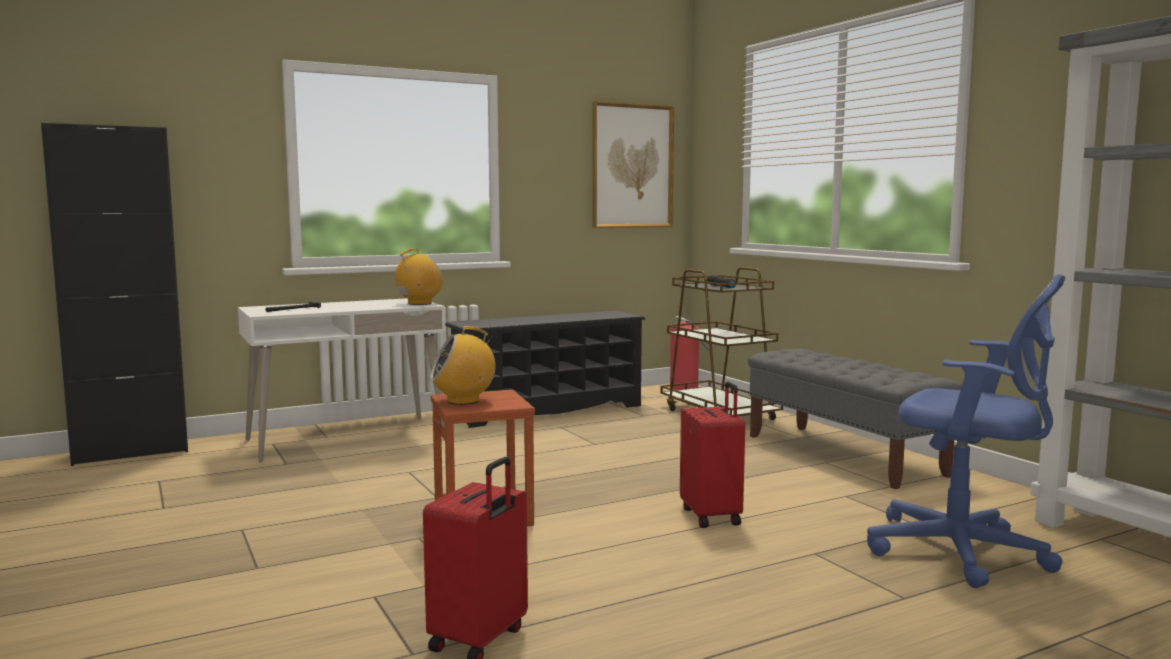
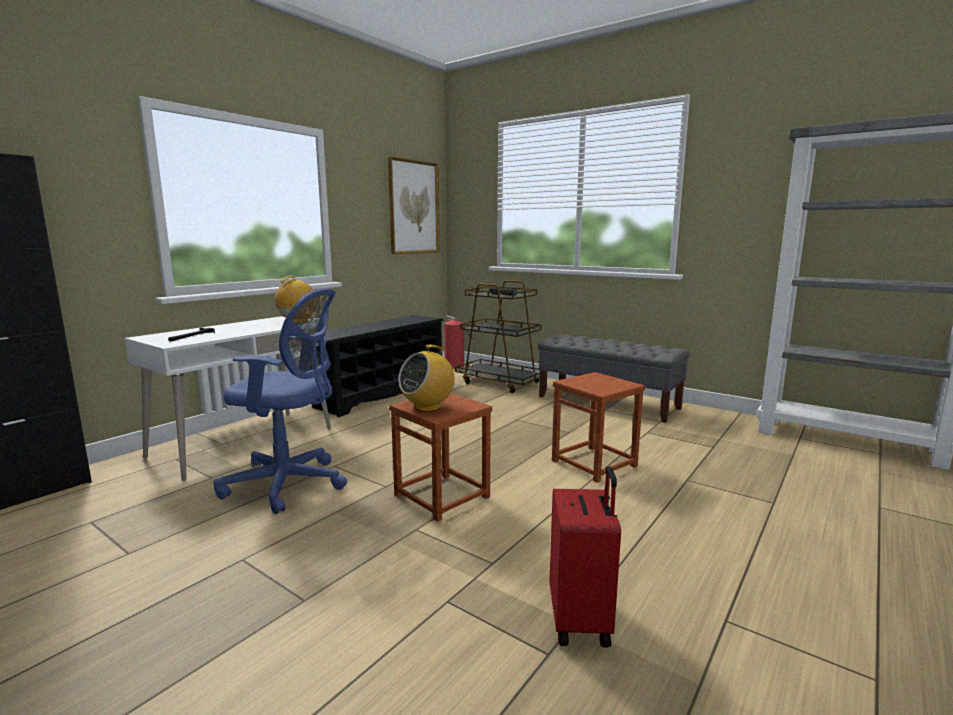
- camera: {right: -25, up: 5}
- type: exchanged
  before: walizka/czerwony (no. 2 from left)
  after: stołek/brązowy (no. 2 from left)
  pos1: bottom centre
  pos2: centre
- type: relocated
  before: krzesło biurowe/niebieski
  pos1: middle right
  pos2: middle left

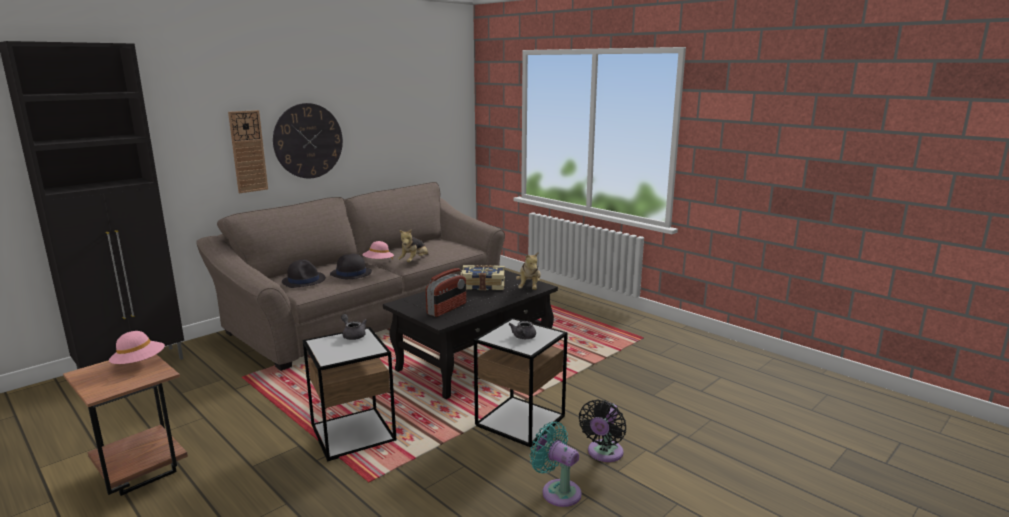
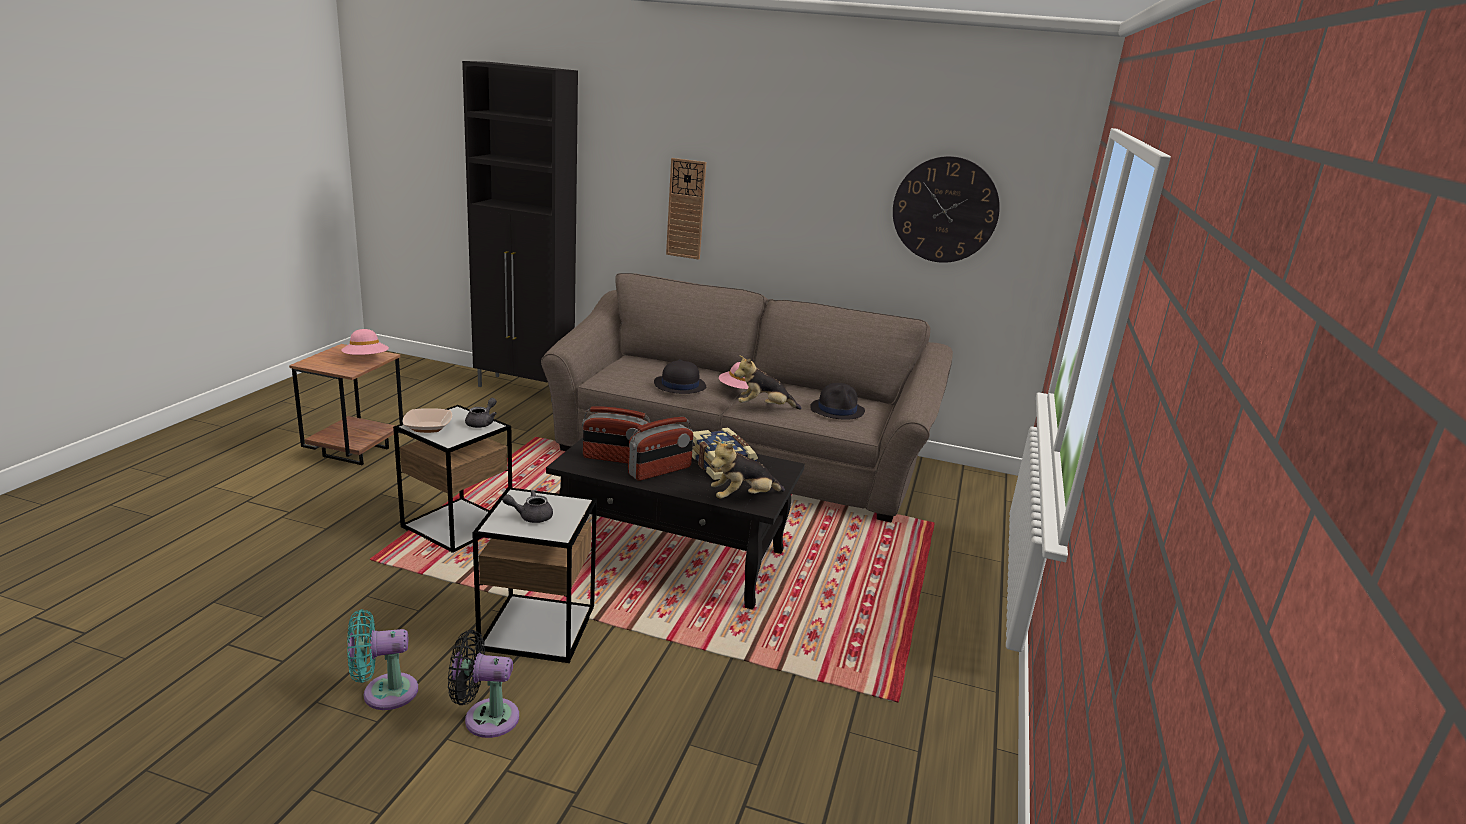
- camera: {right: 60, up: 5}
- type: relocated
  before: zegar ścienny (no. 2 from left)
  pos1: top left
  pos2: top centre
- type: relocated
  before: kapelusz/czarny (no. 1 from left in the first image)
  after: kapelusz/czarny (no. 2 from left)
  pos1: middle left
  pos2: centre
- type: spun
  before: wentylator/turkusowy
  pos1: bottom centre
  pos2: bottom left
  turn: -120
- type: appeared
  after: miska
  pos2: middle left
- type: appeared
  after: radio (no. 2 from left)
  pos2: centre

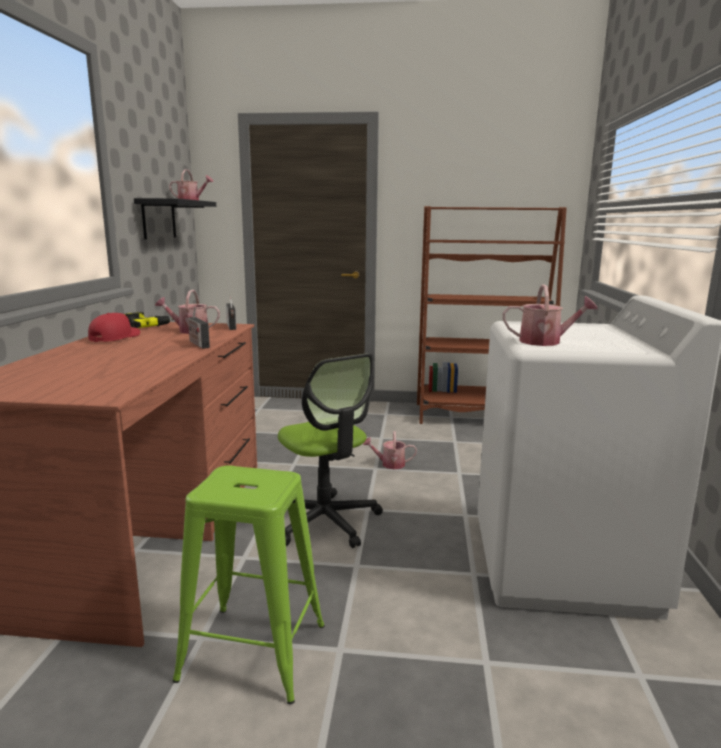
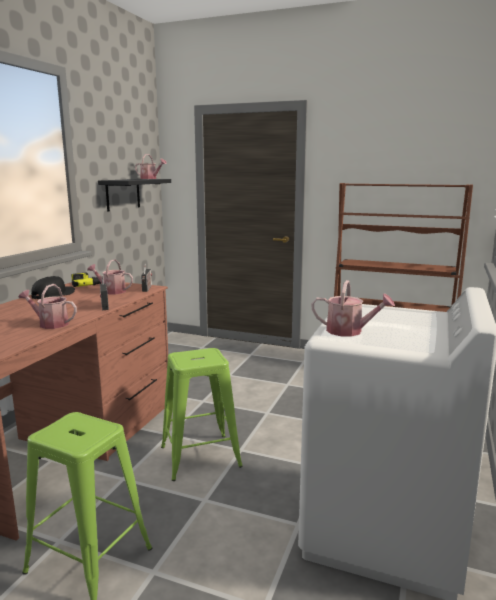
- camera: {right: 15, up: 0}
- type: colour
  before: czapka z daszkiem/czerwony
  after: czapka z daszkiem/czarny
  pos1: middle left
  pos2: middle left
- type: exchanged
  before: krzesło biurowe
  after: stołek/zielony (no. 2 from left)
  pos1: centre
  pos2: bottom centre
- type: relocated
  before: konewka (no. 3 from left in the first image)
  after: konewka (no. 1 from left)
  pos1: centre
  pos2: middle left

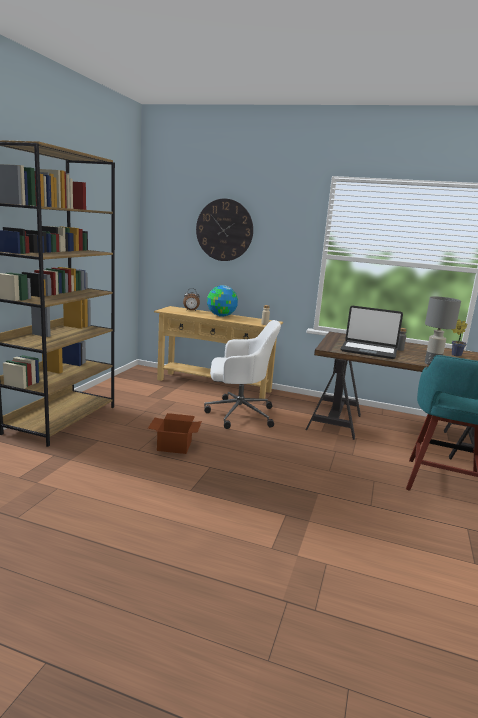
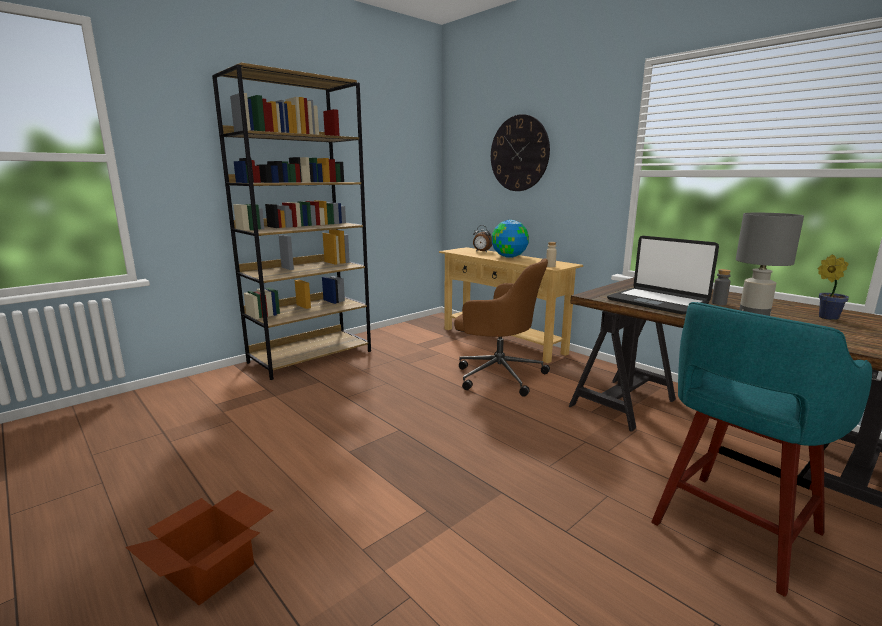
- camera: {right: 30, up: 0}
- type: relocated
  before: karton
  pos1: centre
  pos2: bottom left
- type: colour
  before: krzesło biurowe/biały
  after: krzesło biurowe/brązowy
  pos1: centre
  pos2: centre

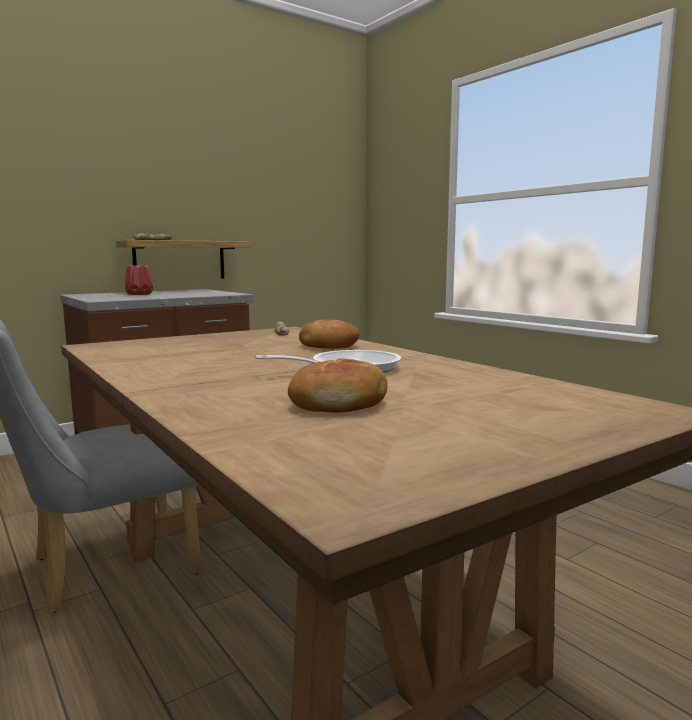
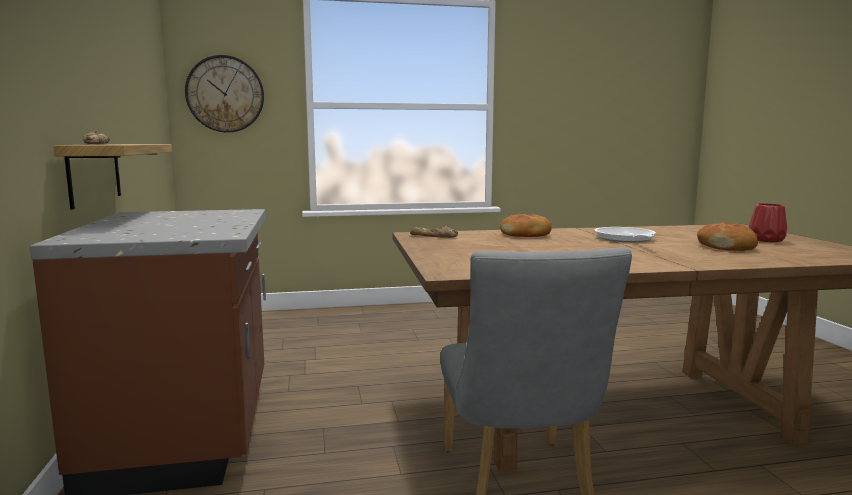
- camera: {right: -65, up: 0}
- type: relocated
  before: wazon/czerwony
  pos1: middle left
  pos2: middle right
- type: appeared
  after: zegar ścienny
  pos2: top left

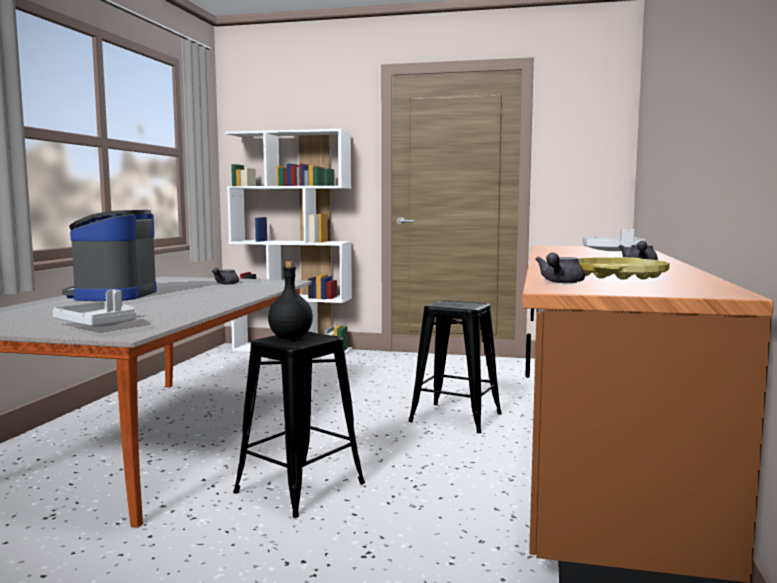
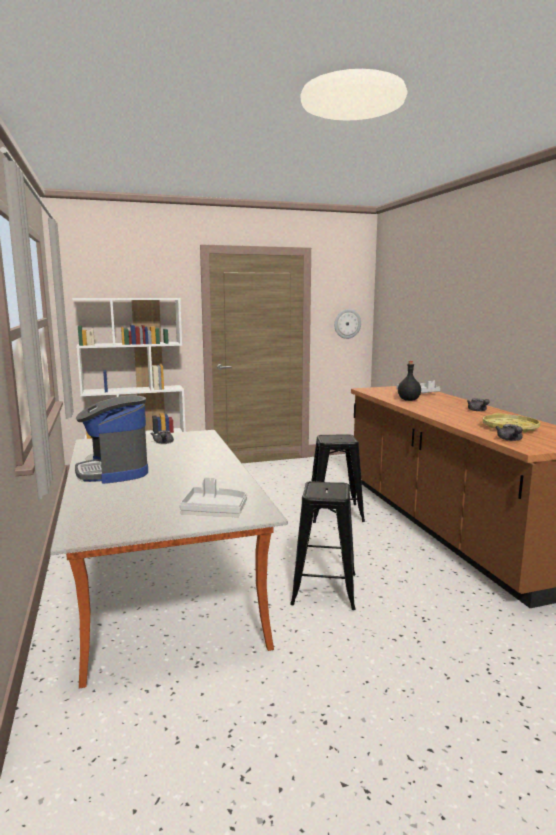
- camera: {right: -30, up: 5}
- type: relocated
  before: butelka/czarny
  pos1: centre
  pos2: middle right
- type: appeared
  after: zegar ścienny
  pos2: centre

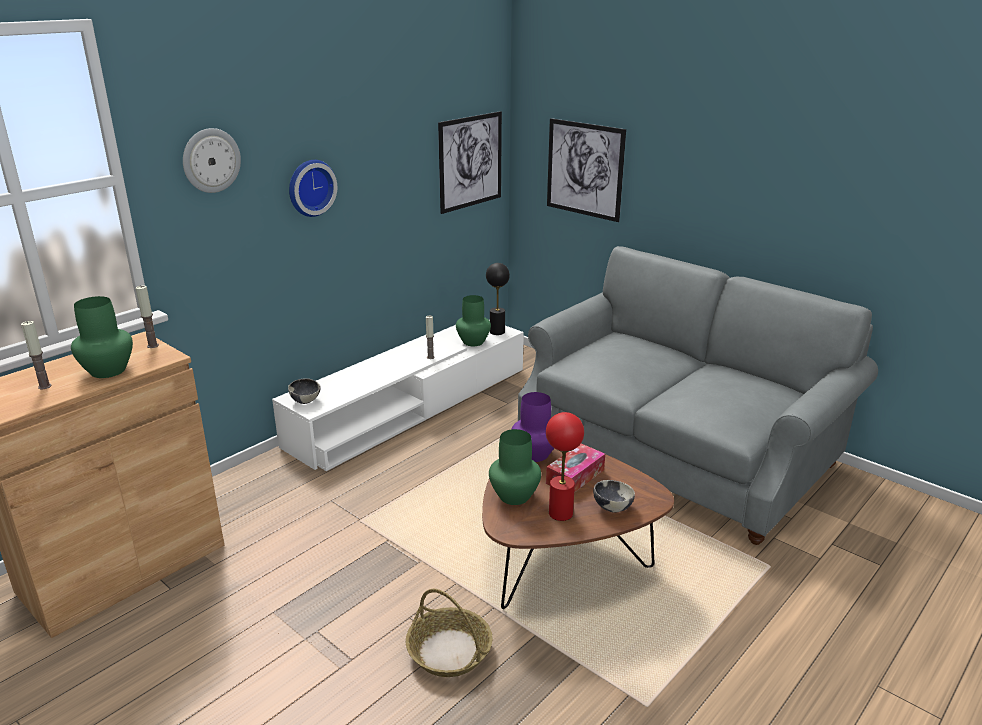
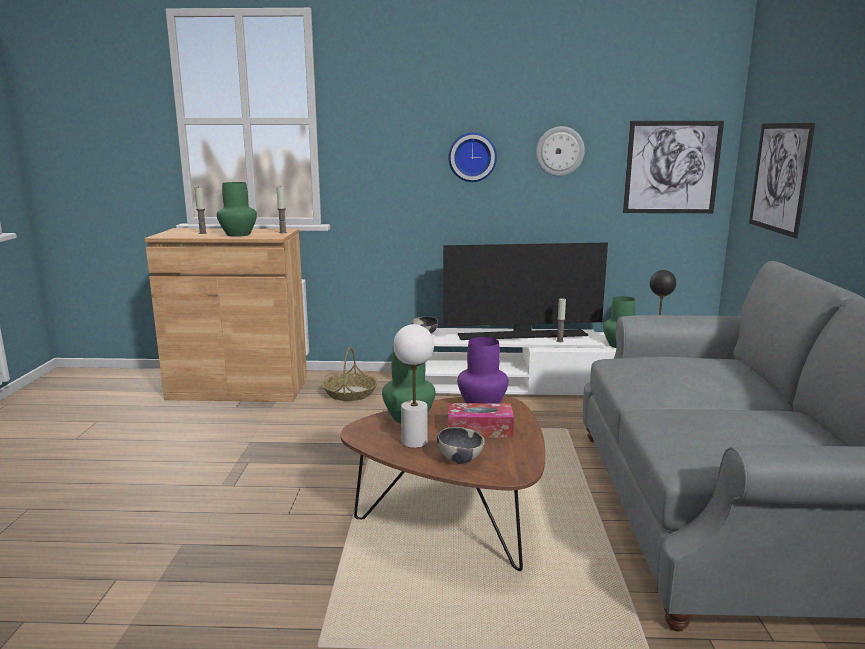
- camera: {right: 50, up: -10}
- type: relocated
  before: zegar ścienny (no. 1 from left in the first image)
  after: zegar ścienny (no. 2 from left)
  pos1: top left
  pos2: top centre
- type: relocated
  before: koszyk
  pos1: bottom centre
  pos2: centre
- type: colour
  before: lampa stołowa/czerwony
  after: lampa stołowa/biały
  pos1: centre
  pos2: centre
- type: appeared
  after: telewizor
  pos2: centre

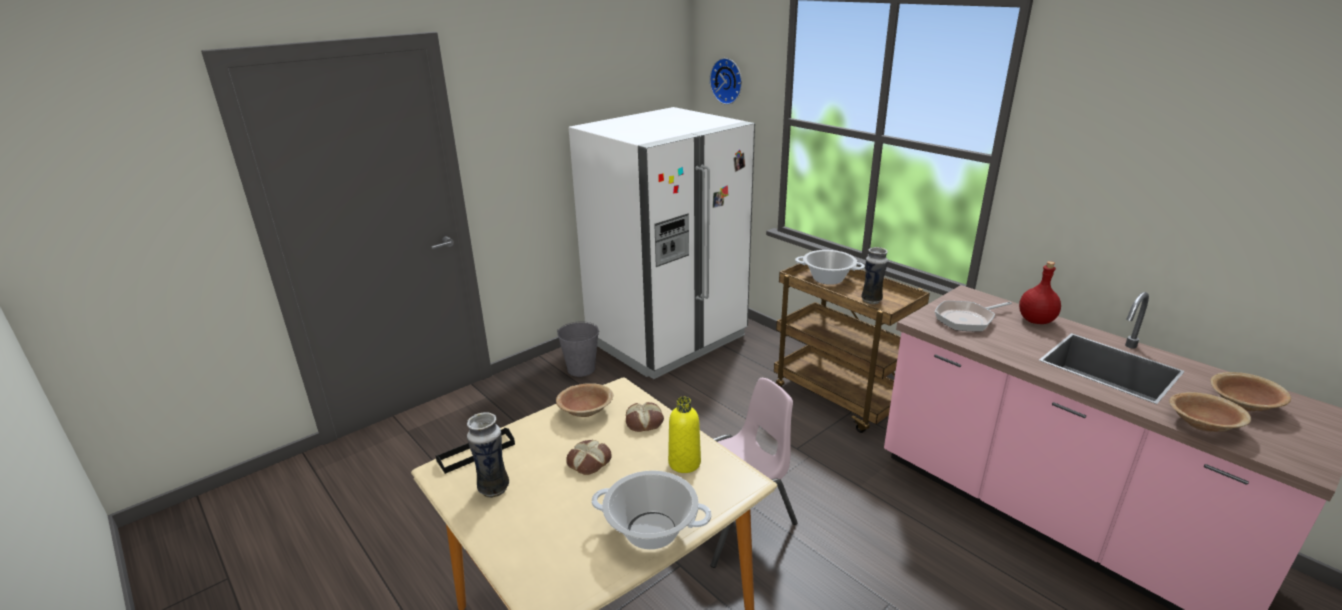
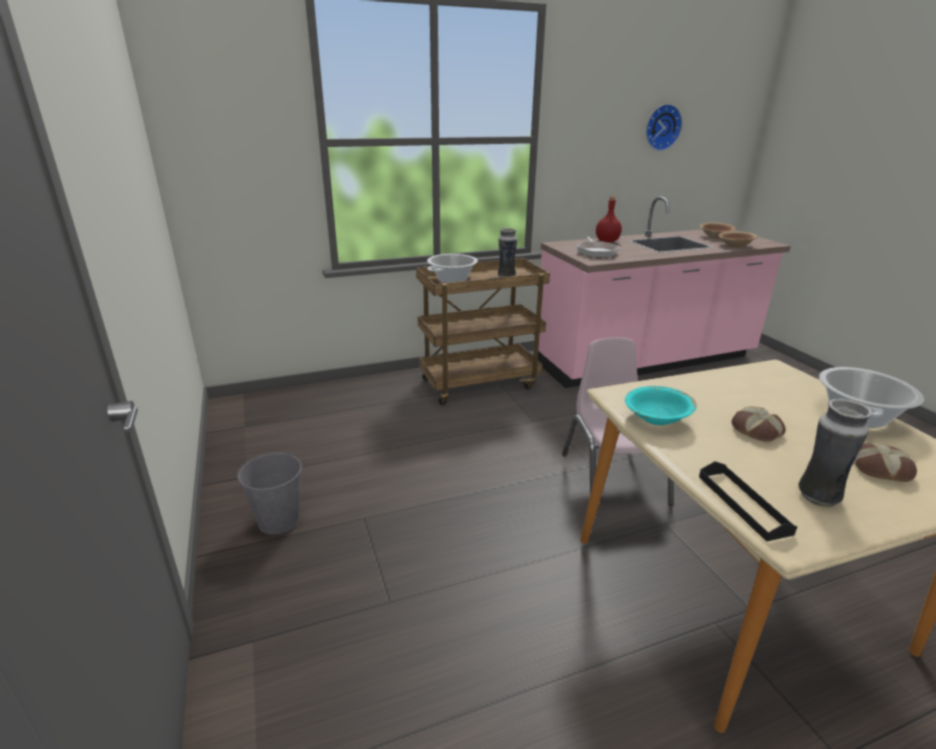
- camera: {right: -70, up: 0}
- type: colour
  before: miska/brązowy (no. 1 from left)
  after: miska/turkusowy
  pos1: centre
  pos2: middle right
- type: missing
  before: lodówka/biały
  pos1: centre
- type: relocated
  before: chleb (no. 2 from left)
  pos1: bottom centre
  pos2: middle right
- type: missing
  before: butelka/żółty
  pos1: bottom centre
- type: relocated
  before: zegar ścienny
  pos1: top centre
  pos2: top right

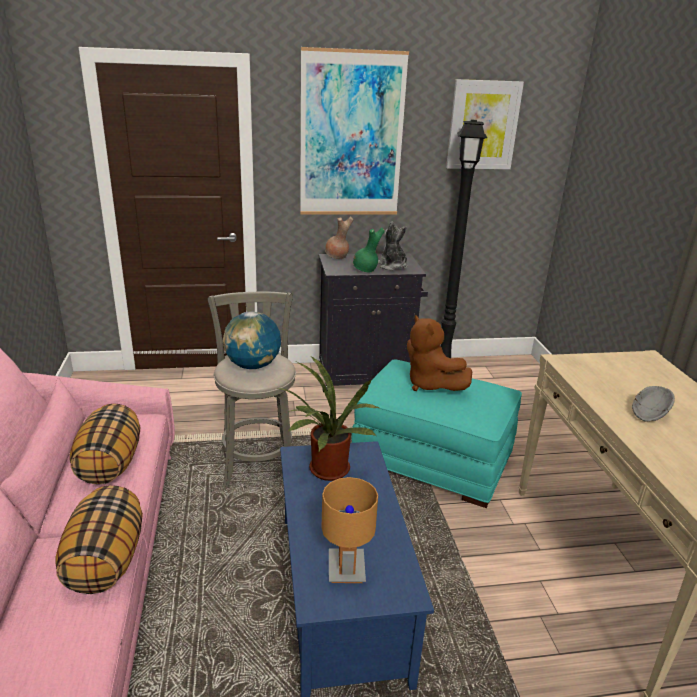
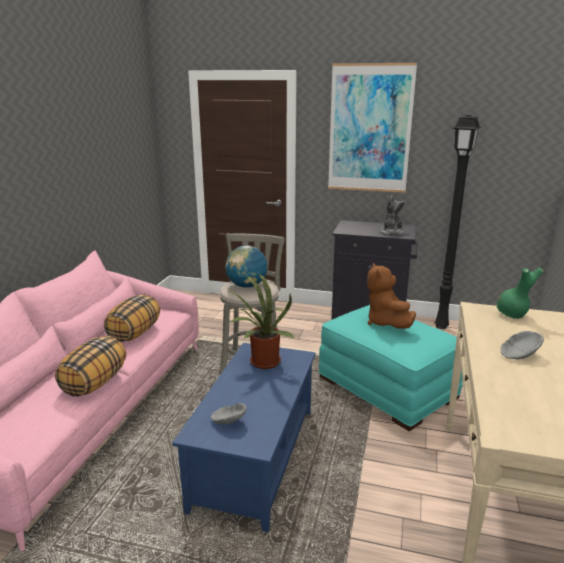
- camera: {right: 25, up: -5}
- type: exchanged
  before: lampa stołowa/brązowy
  after: miska/szary (no. 1 from left)
  pos1: bottom centre
  pos2: bottom centre
- type: missing
  before: wazon/brązowy
  pos1: centre
- type: relocated
  before: wazon/zielony
  pos1: centre
  pos2: middle right
- type: missing
  before: obraz (no. 2 from left)
  pos1: top right

